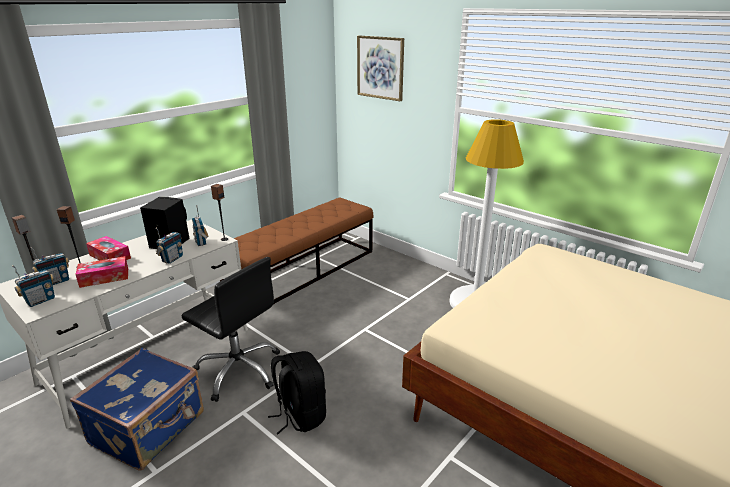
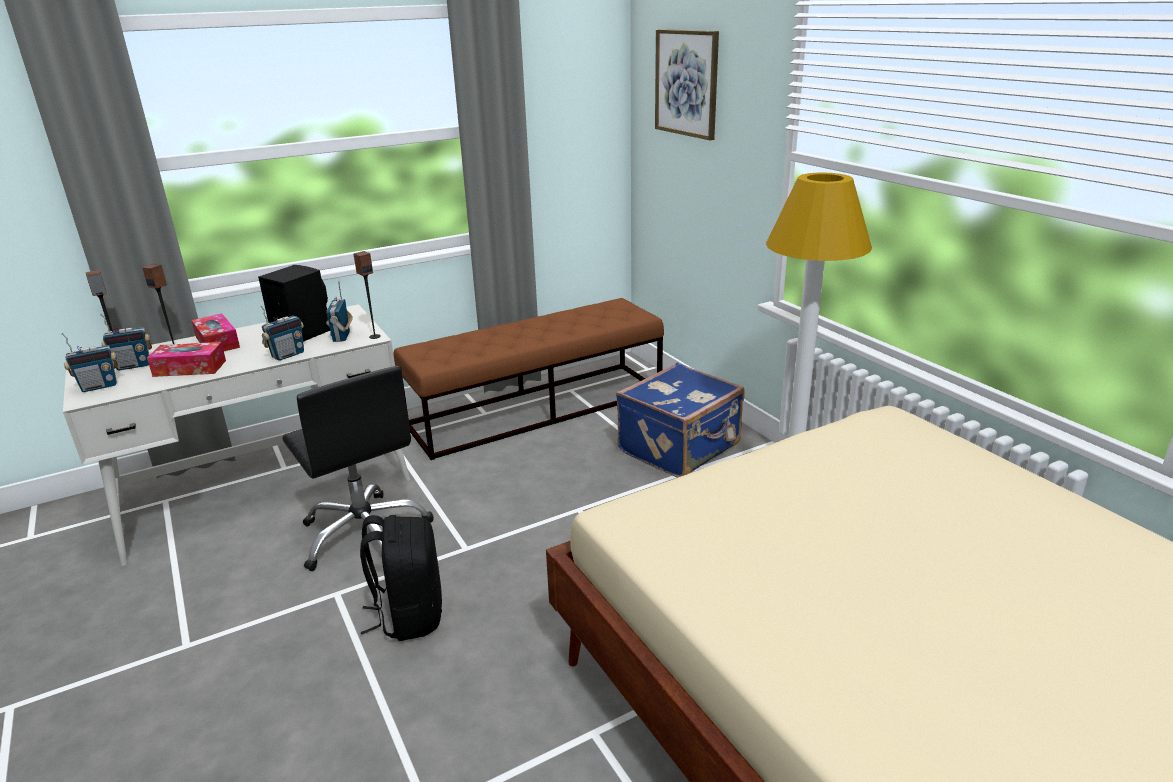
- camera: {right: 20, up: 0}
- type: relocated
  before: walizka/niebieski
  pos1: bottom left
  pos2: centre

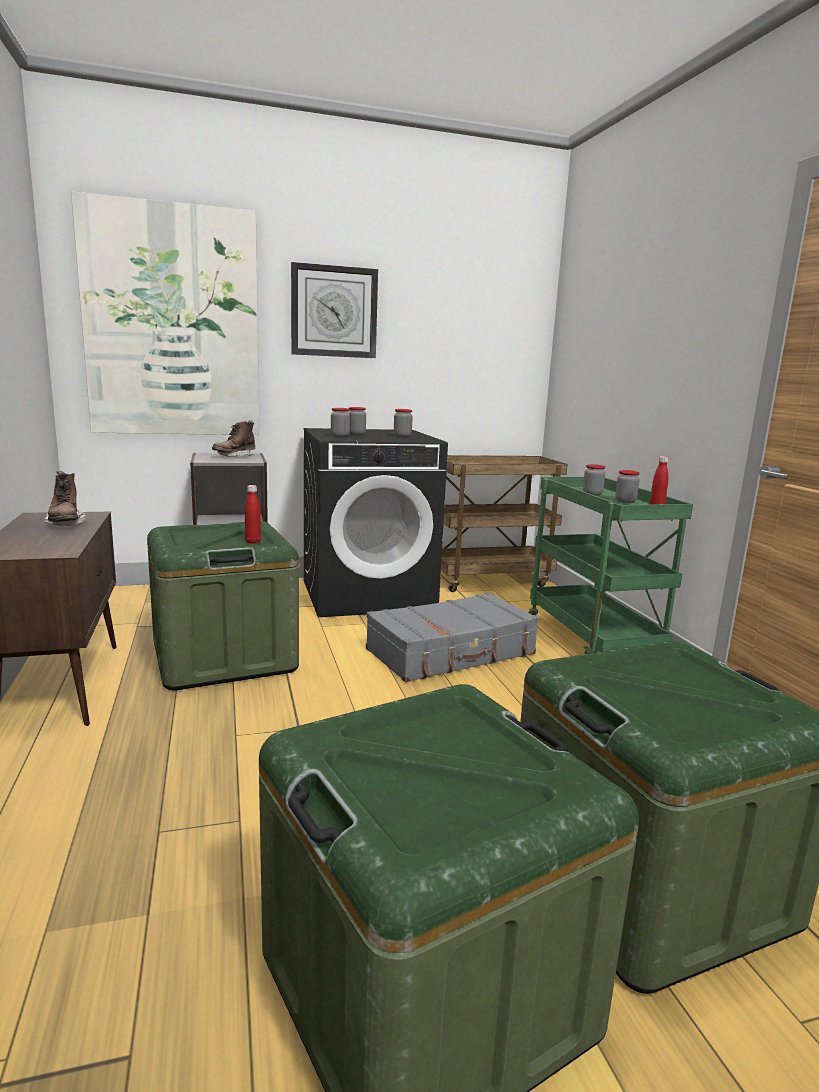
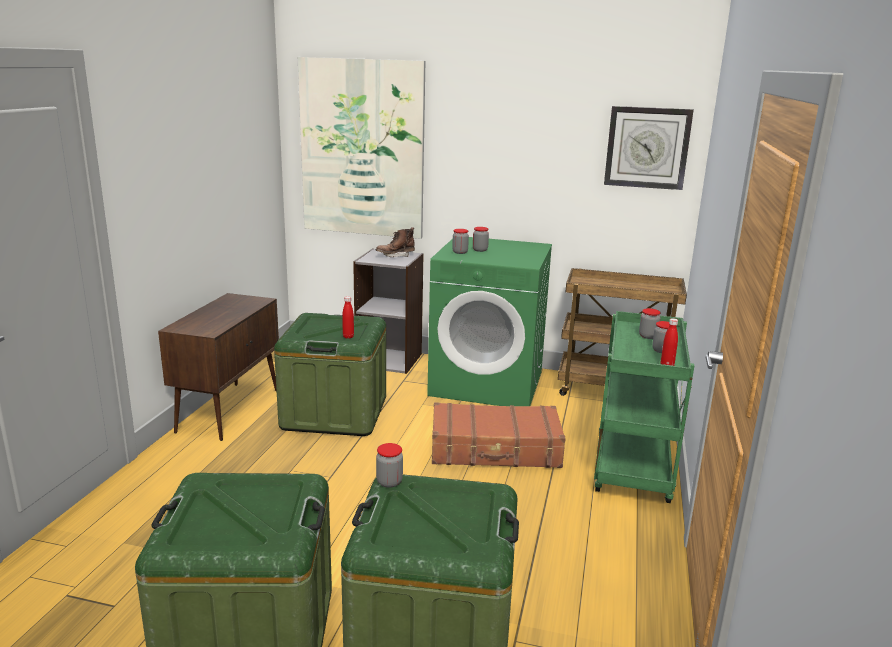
- camera: {right: 30, up: 5}
- type: missing
  before: but z cholewką/brązowy (no. 1 from left)
  pos1: middle left
- type: relocated
  before: zegar ścienny
  pos1: top centre
  pos2: top right
- type: colour
  before: pralka/czarny
  after: pralka/zielony
  pos1: centre
  pos2: centre
- type: colour
  before: walizka/szary
  after: walizka/brązowy
  pos1: centre
  pos2: bottom centre
- type: relocated
  before: słoik (no. 3 from left in the first image)
  after: słoik (no. 1 from left)
  pos1: centre
  pos2: bottom centre

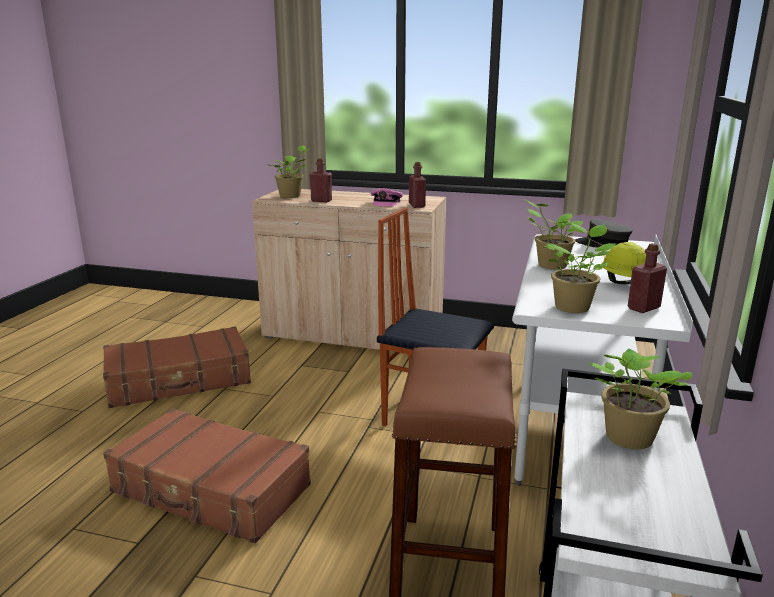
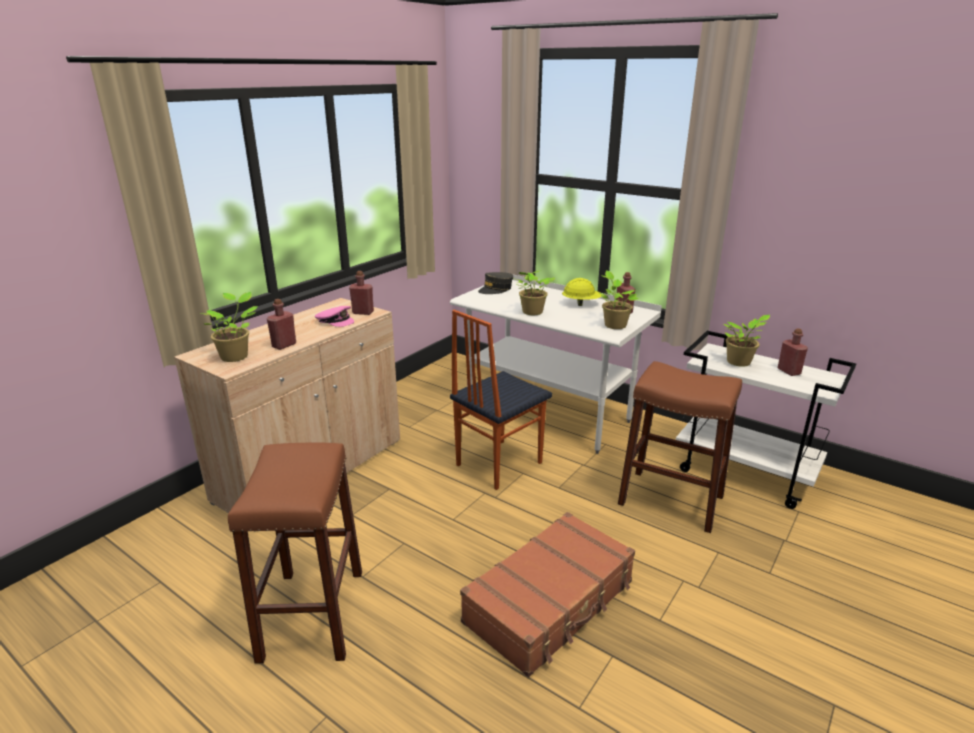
- camera: {right: -70, up: 5}
- type: exchanged
  before: walizka/brązowy (no. 1 from left)
  after: stołek/brązowy (no. 1 from left)
  pos1: middle left
  pos2: bottom left
- type: appeared
  after: butelka/czerwony (no. 4 from left)
  pos2: middle right

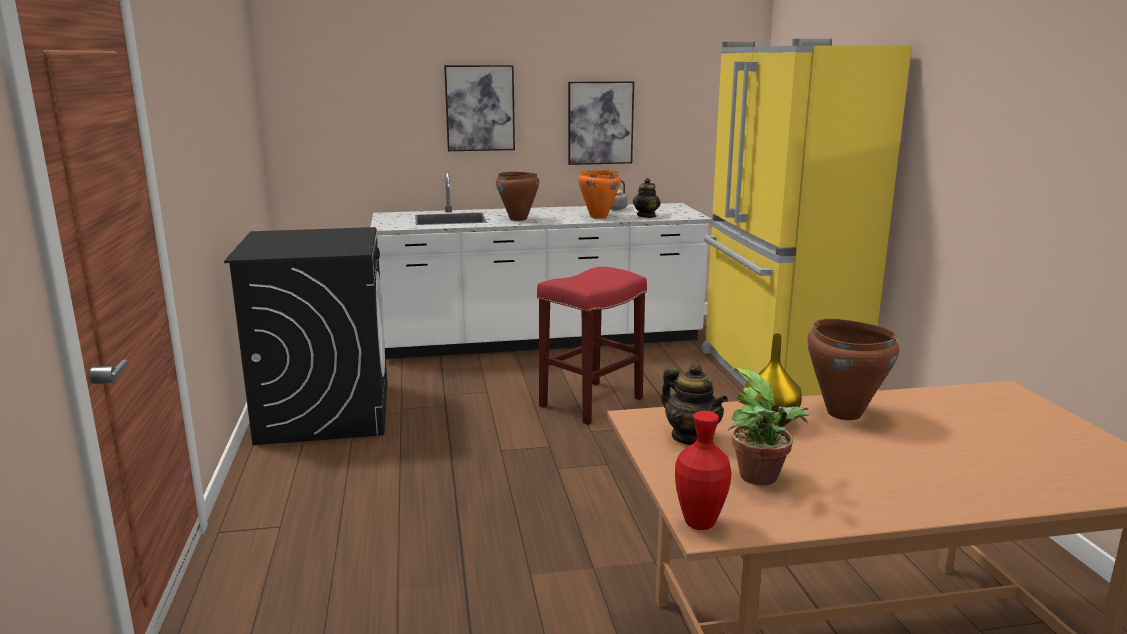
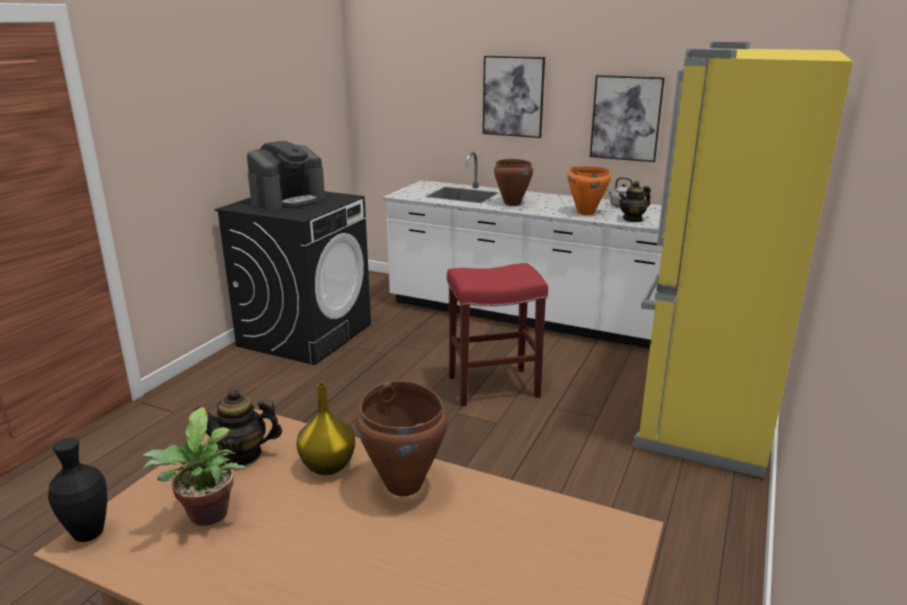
- camera: {right: 35, up: 5}
- type: spun
  before: imbryk (no. 2 from left in the first image)
  pos1: centre
  pos2: bottom left
  turn: 90
- type: colour
  before: wazon/czerwony
  after: wazon/czarny
  pos1: bottom centre
  pos2: bottom left
- type: appeared
  after: ekspres do kawy
  pos2: top left

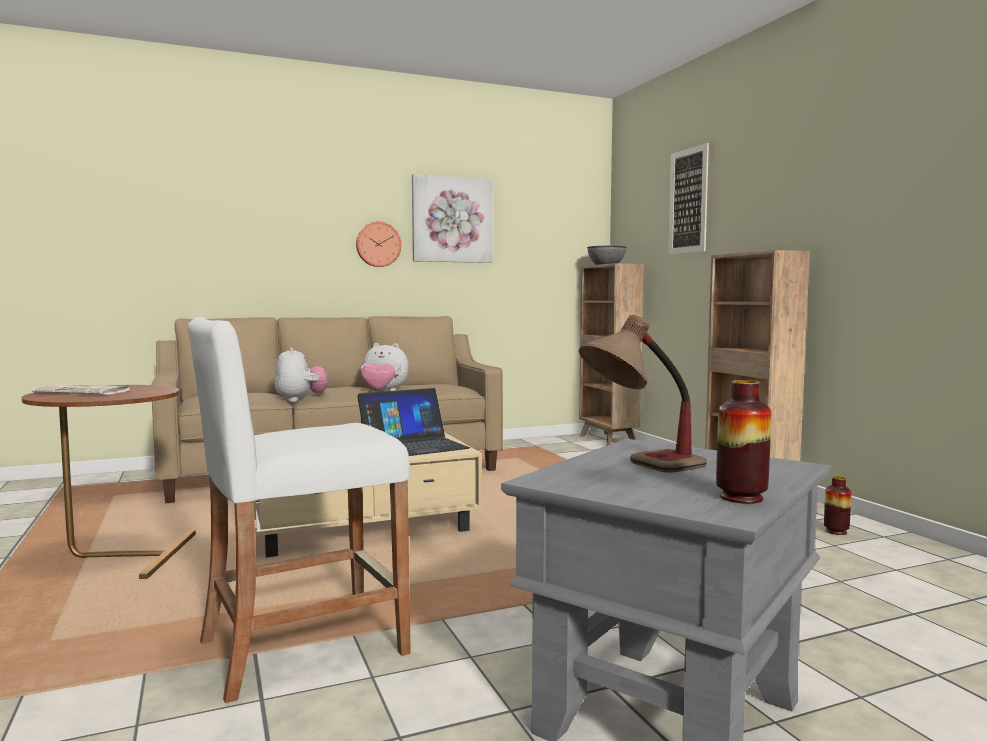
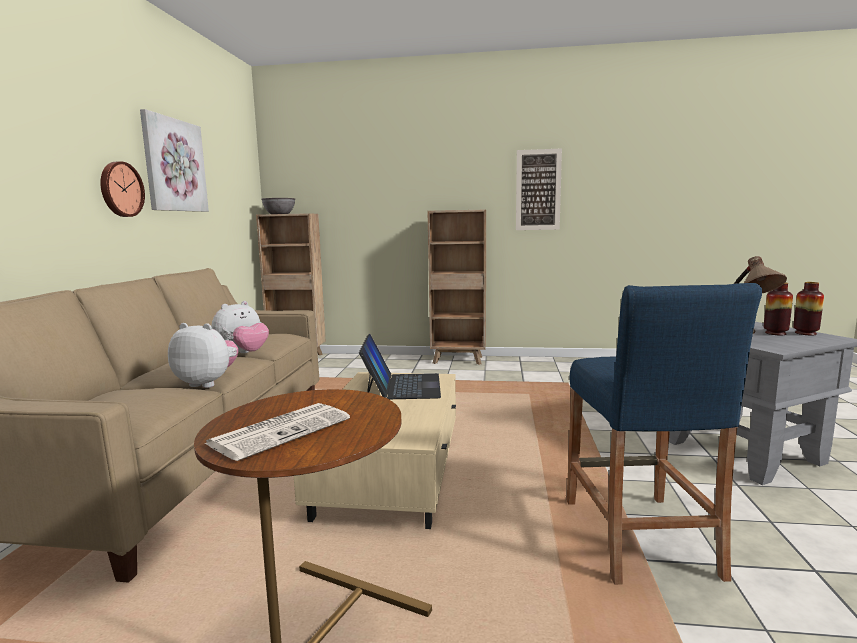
- camera: {right: -60, up: 5}
- type: colour
  before: stołek/biały
  after: stołek/niebieski
  pos1: bottom left
  pos2: bottom right
- type: relocated
  before: obraz (no. 2 from left)
  pos1: top right
  pos2: top centre
- type: relocated
  before: wazon (no. 2 from left in the first image)
  after: wazon (no. 1 from left)
  pos1: bottom right
  pos2: middle right

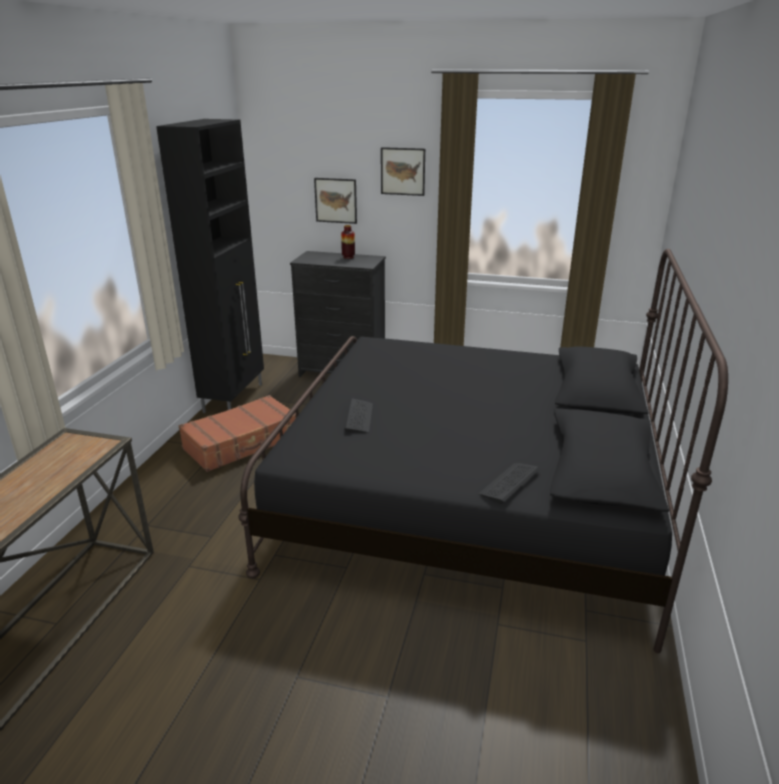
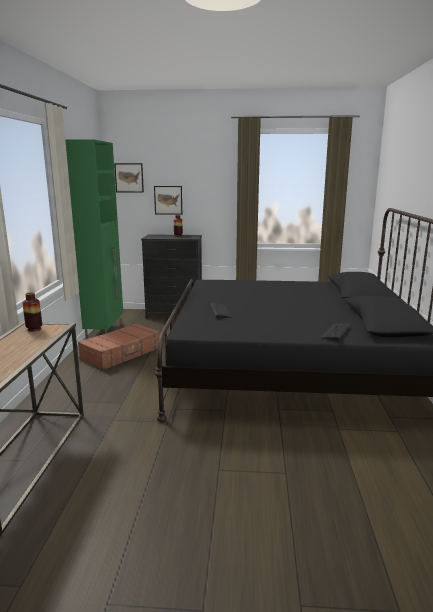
- camera: {right: -10, up: -10}
- type: colour
  before: szafka/czarny
  after: szafka/zielony
  pos1: middle left
  pos2: middle left
- type: relocated
  before: obraz (no. 2 from left in the first image)
  after: obraz (no. 1 from left)
  pos1: top centre
  pos2: top left
- type: appeared
  after: wazon (no. 1 from left)
  pos2: middle left

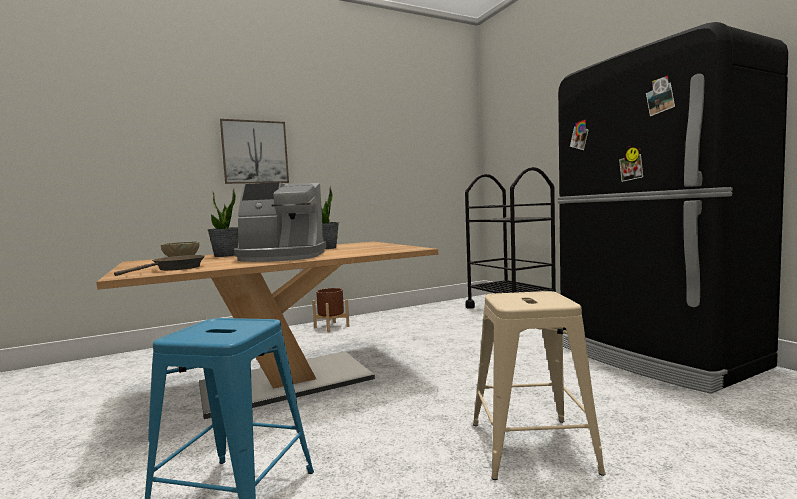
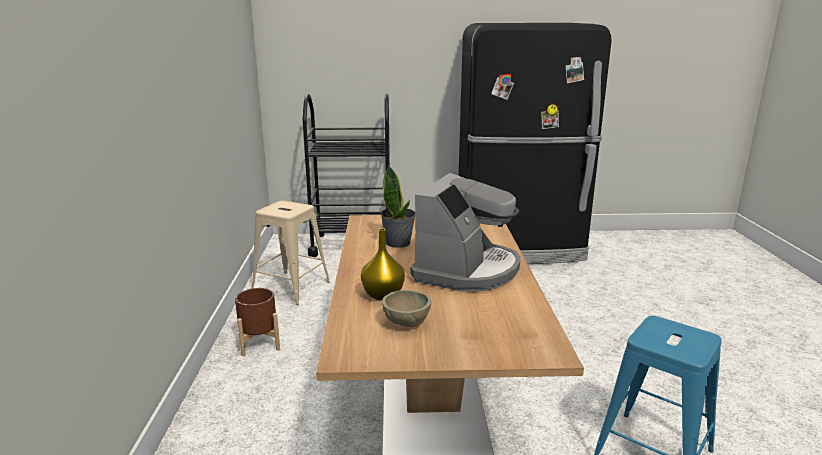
- camera: {right: -65, up: 15}
- type: missing
  before: patelnia/brązowy
  pos1: middle left
- type: exchanged
  before: roślina doniczkowa (no. 1 from left)
  after: wazon/żółty
  pos1: middle left
  pos2: centre
- type: missing
  before: obraz
  pos1: top left
- type: relocated
  before: stołek/beżowy
  pos1: bottom right
  pos2: centre

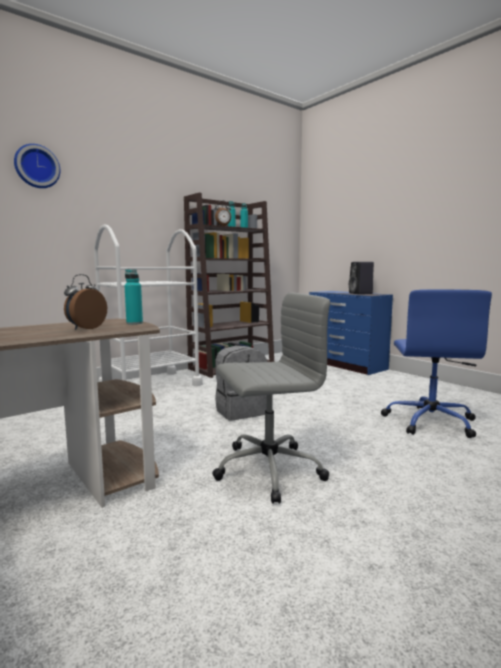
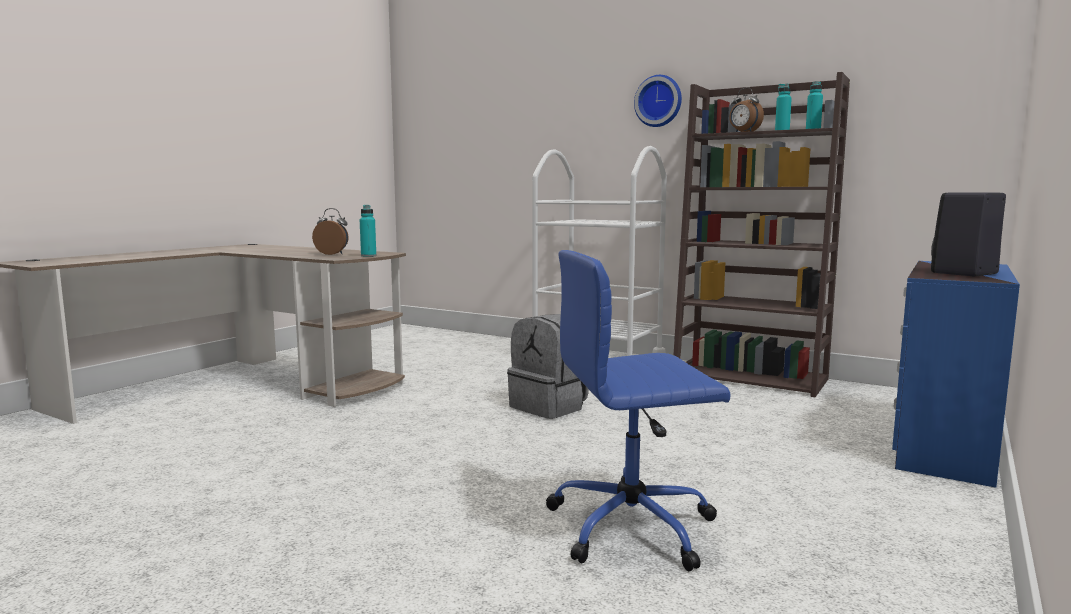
- camera: {right: 70, up: 0}
- type: relocated
  before: zegar ścienny
  pos1: top left
  pos2: top centre
- type: missing
  before: krzesło biurowe/szary
  pos1: centre

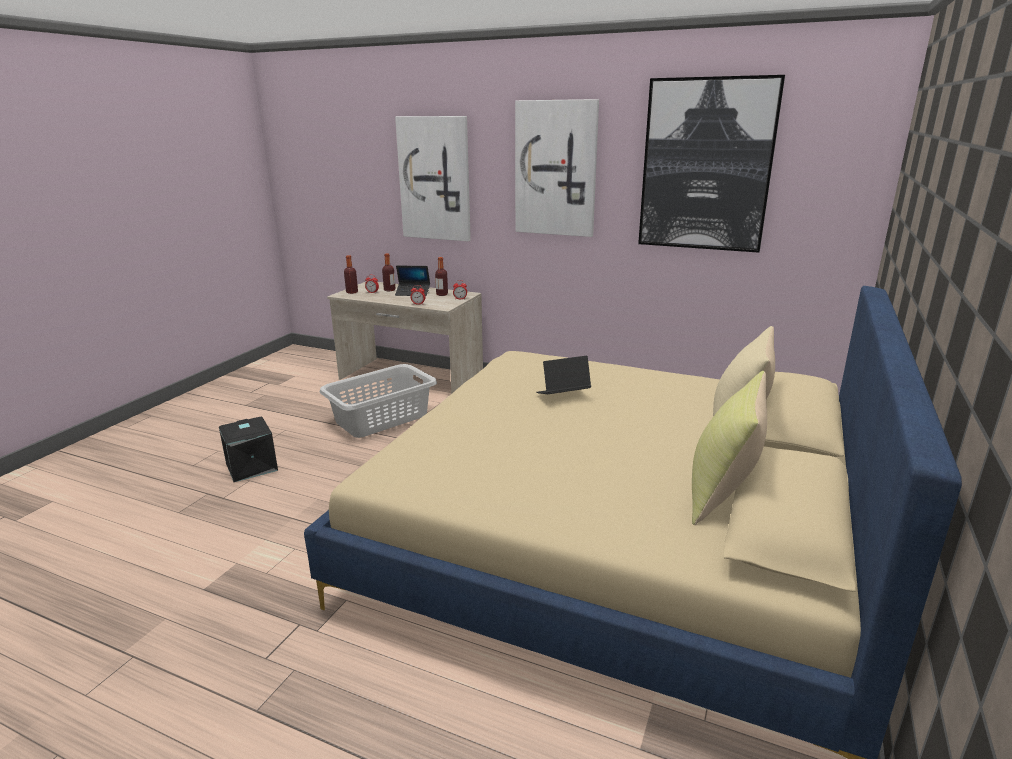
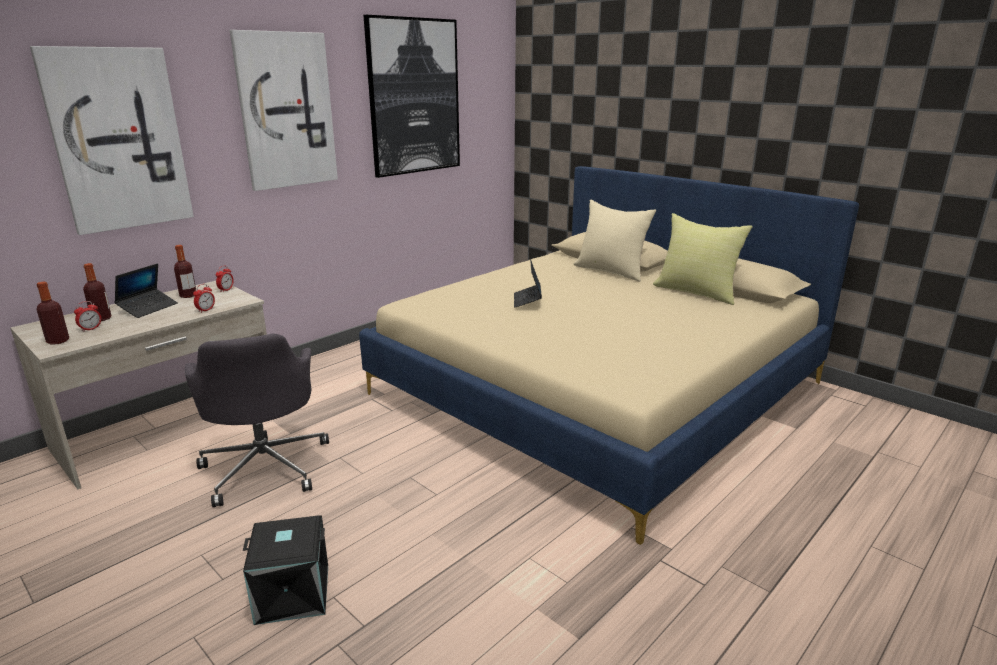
- camera: {right: -70, up: 0}
- type: exchanged
  before: kosz na pranie/szary
  after: krzesło biurowe/szary
  pos1: centre
  pos2: middle left

